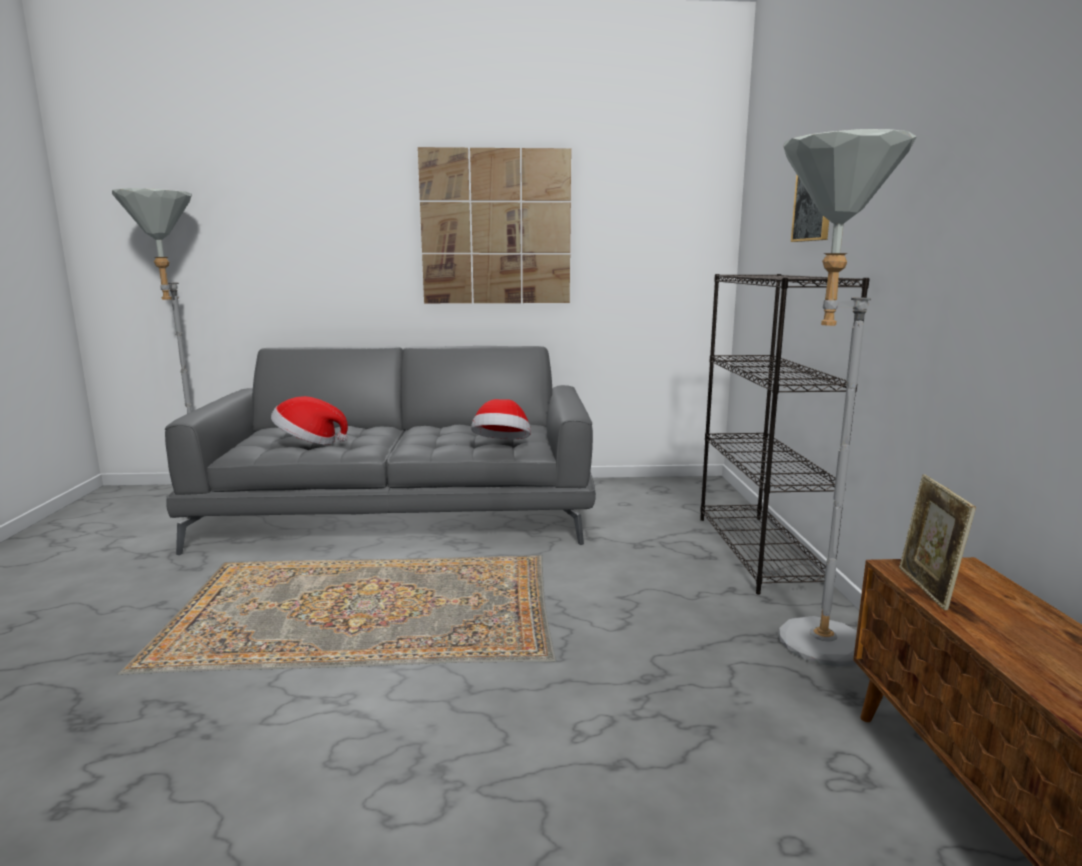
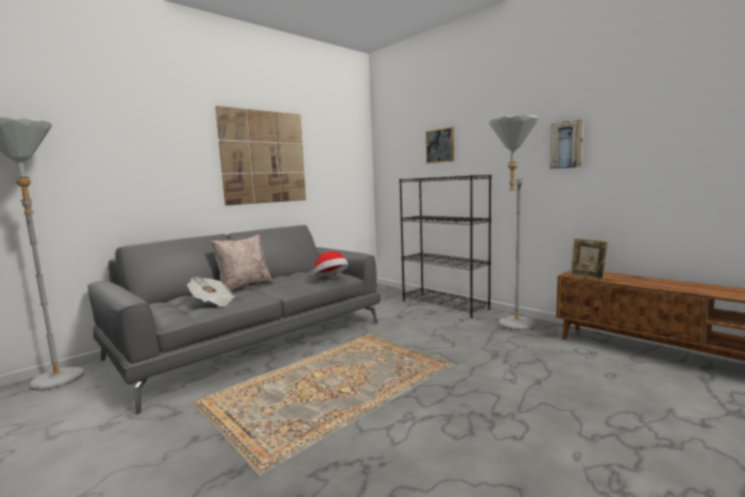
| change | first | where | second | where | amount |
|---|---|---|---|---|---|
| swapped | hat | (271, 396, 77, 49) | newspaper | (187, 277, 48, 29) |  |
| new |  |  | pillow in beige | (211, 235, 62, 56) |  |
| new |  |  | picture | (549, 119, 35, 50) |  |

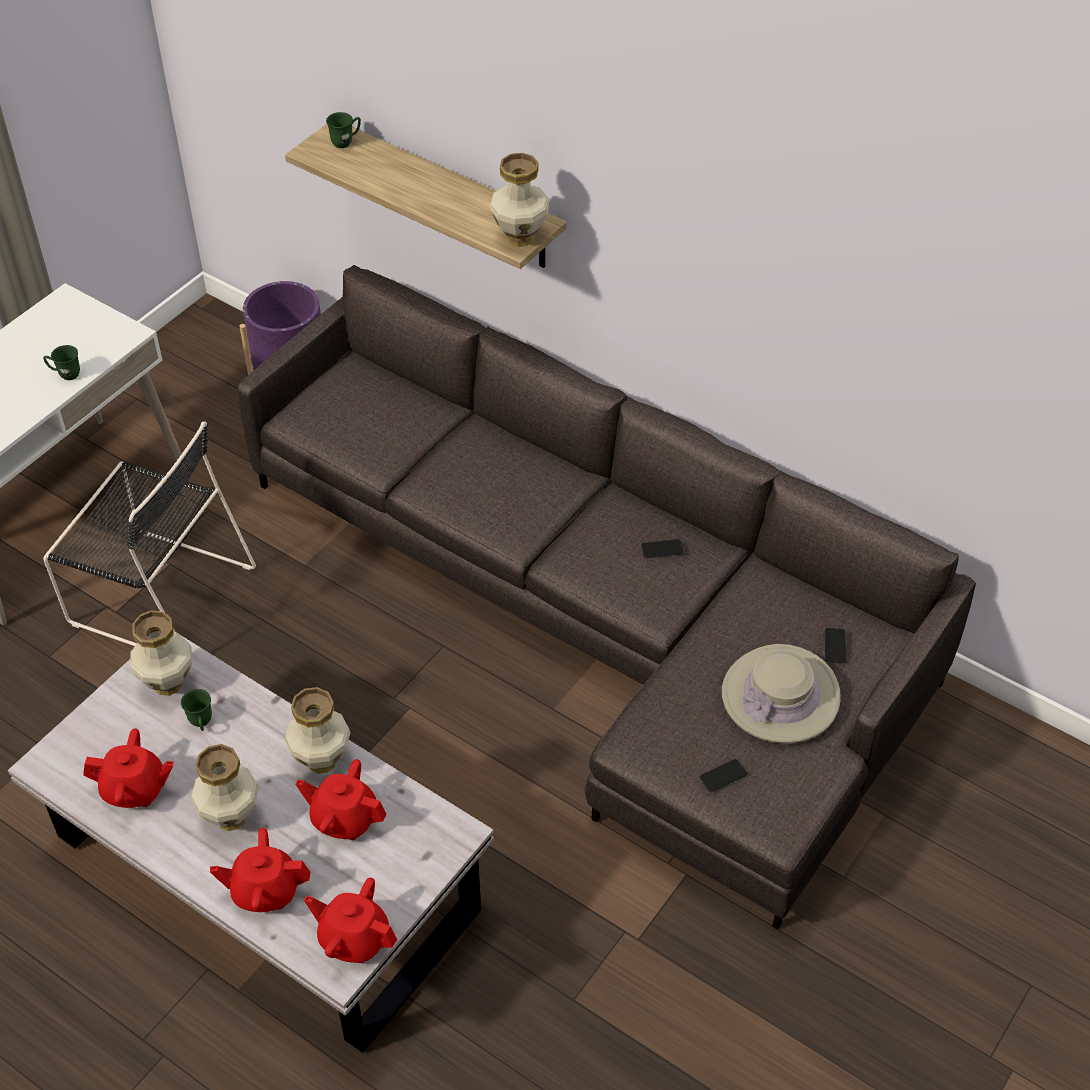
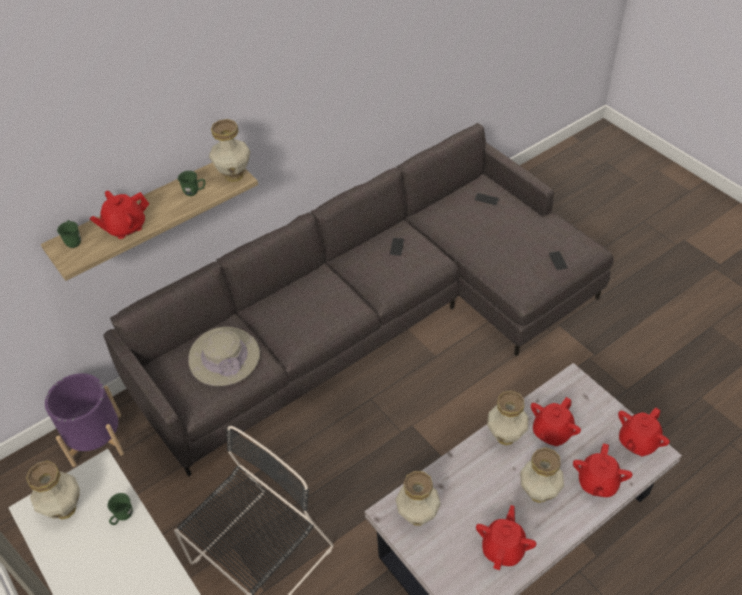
| change | first | where | second | where | amount |
|---|---|---|---|---|---|
| shifted | mug in green | (181, 689, 31, 42) |  | (178, 171, 27, 25) |  |
| shifted | hat in beige | (722, 644, 119, 100) |  | (188, 327, 72, 59) |  |
| new |  |  | vase | (26, 461, 54, 59) |  |
| new |  |  | teapot in red | (89, 191, 60, 48) |  |

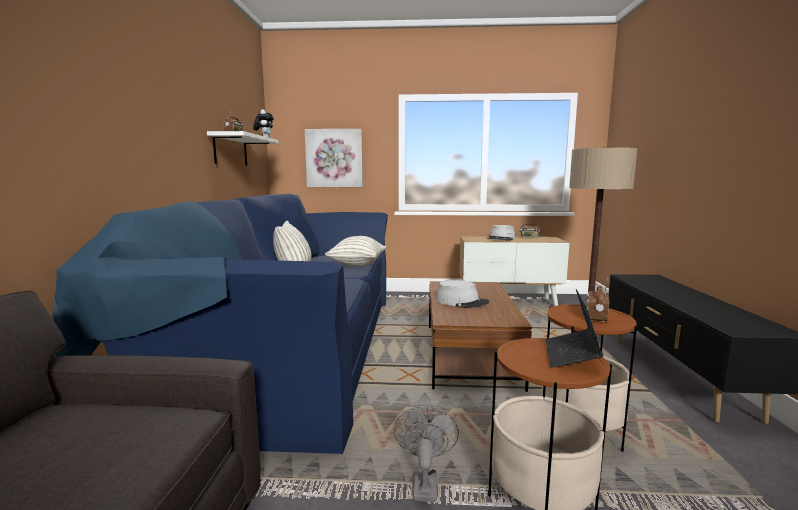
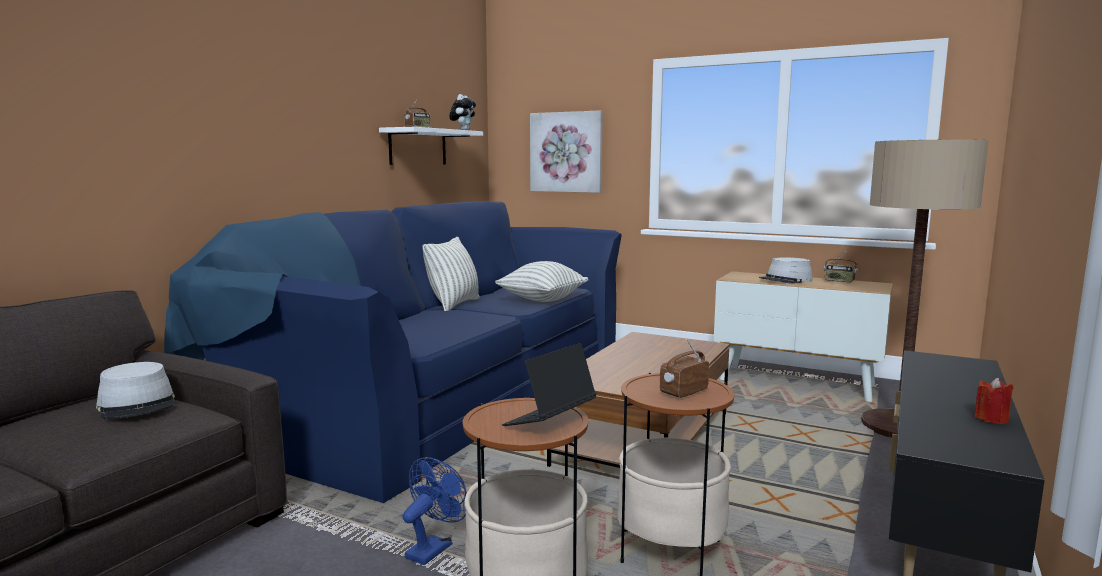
| change | first | where | second | where | amount |
|---|---|---|---|---|---|
| repainted | fan in grey | (394, 406, 65, 96) | fan in blue | (403, 457, 64, 108) |  |
| shifted | hat in grey | (436, 280, 53, 28) |  | (96, 362, 79, 57) |  |
| new |  |  | candle in red | (974, 378, 39, 46) |  |

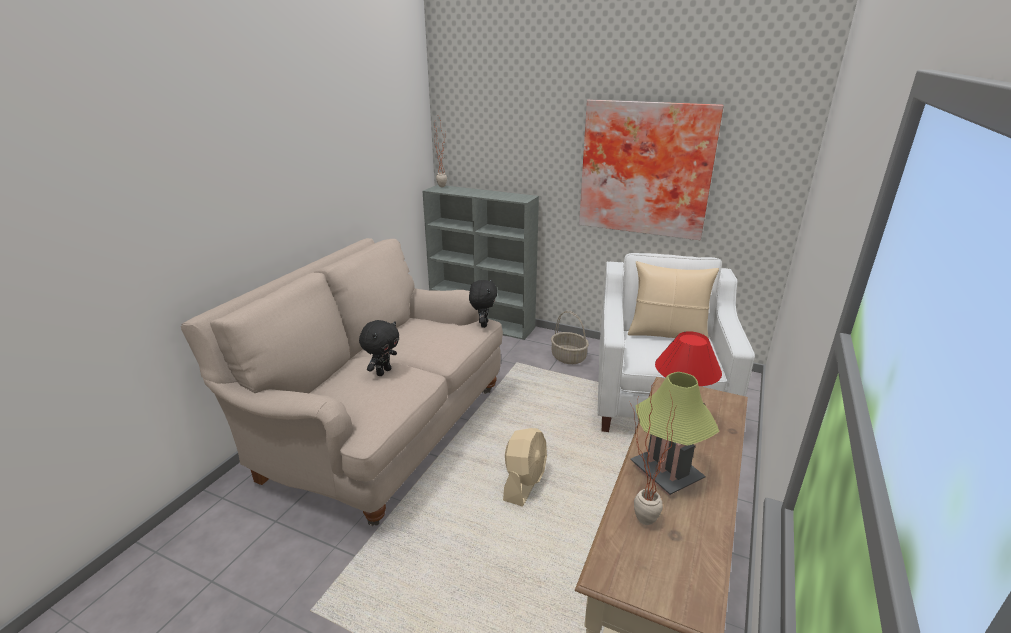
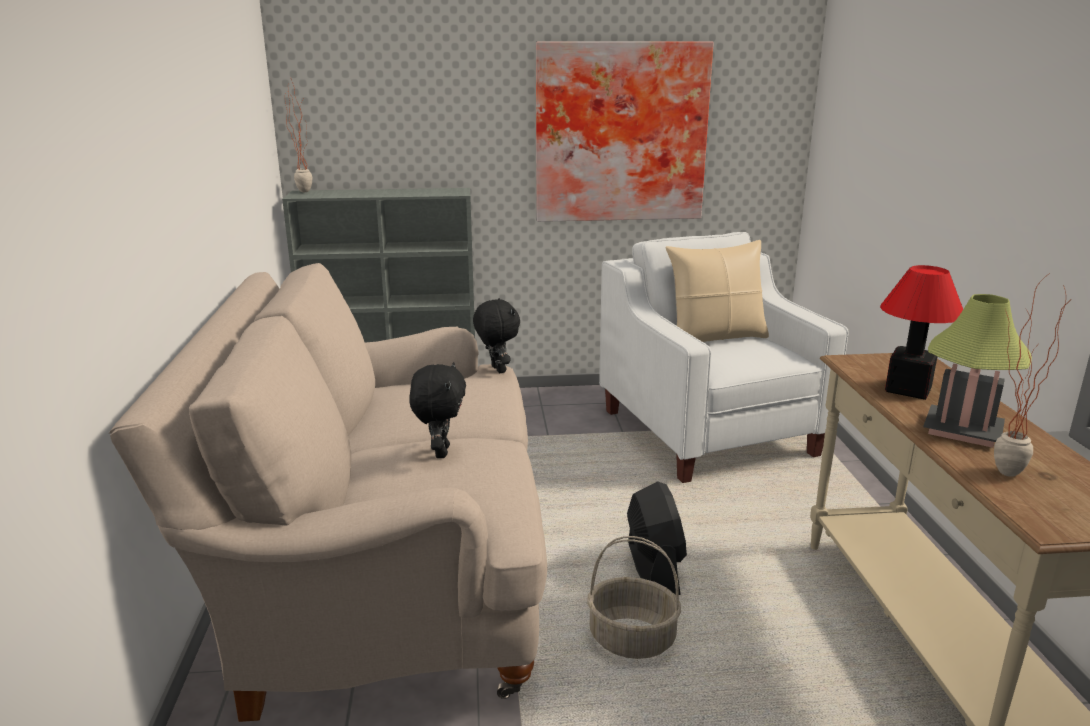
| change | first | where | second | where | amount |
|---|---|---|---|---|---|
| repainted | fan in beige | (503, 428, 44, 79) | fan in black | (627, 481, 60, 114) |  |
| shifted | basket | (551, 311, 38, 53) |  | (587, 536, 94, 123) |  |

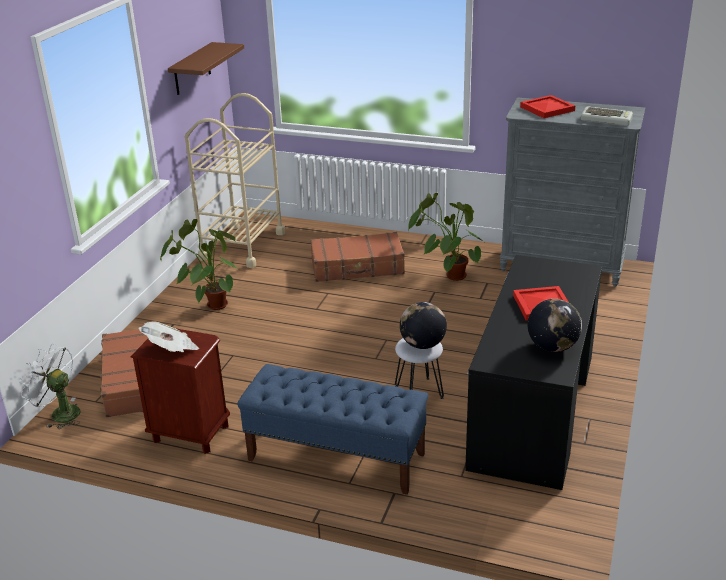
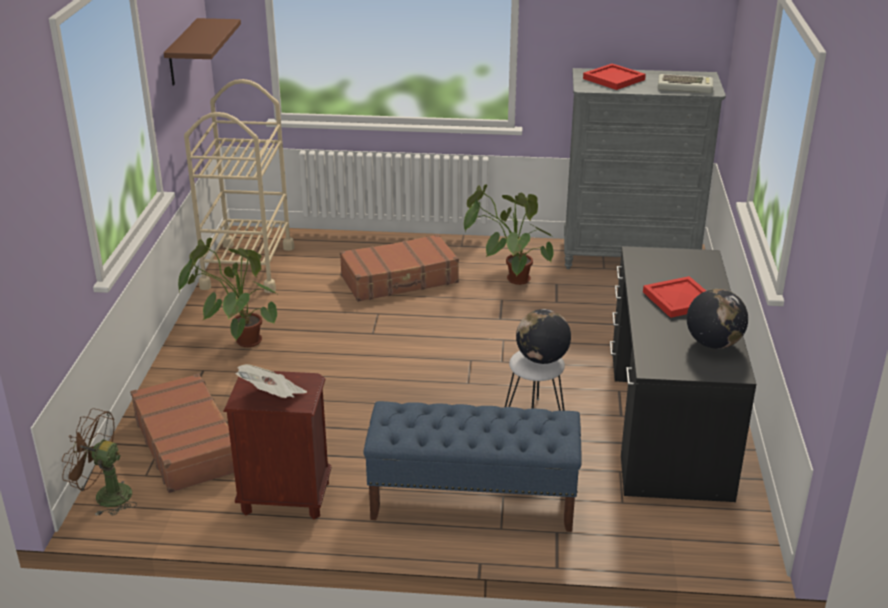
| change | first | where | second | where | amount |
|---|---|---|---|---|---|
| repainted | fan in white | (19, 344, 61, 85) | fan in brown | (62, 408, 75, 108) |  |

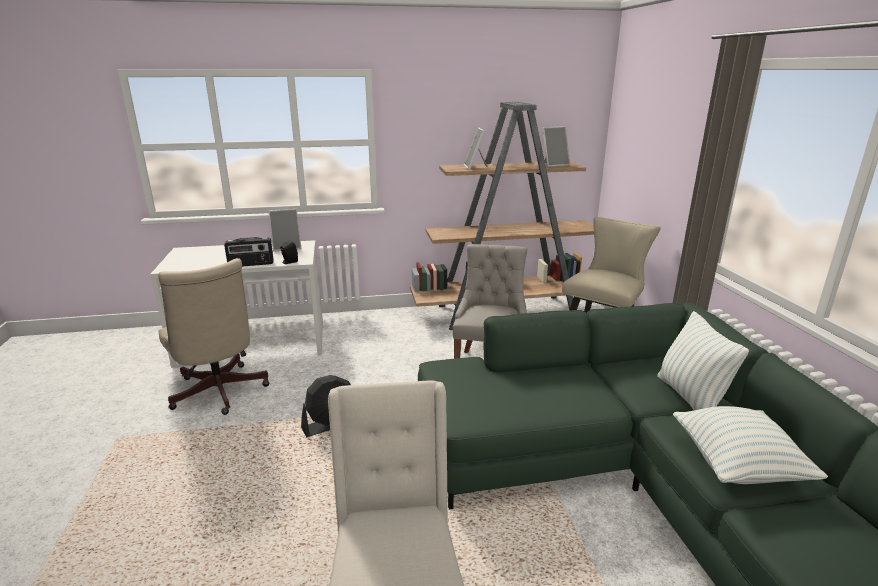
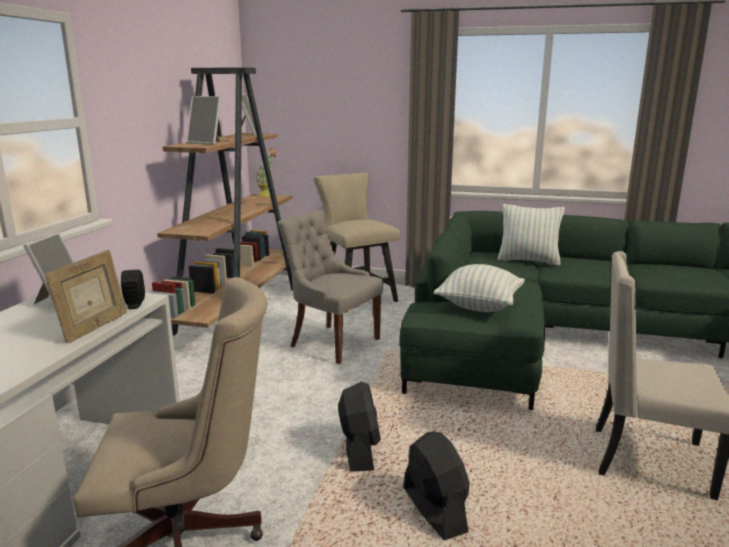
| change | first | where | second | where | amount |
|---|---|---|---|---|---|
| swapped | radio | (224, 237, 50, 30) | picture frame | (45, 250, 82, 93) |  |
| shifted | pillow | (673, 406, 155, 78) |  | (434, 264, 91, 48) |  |
| new |  |  | potted plant | (256, 148, 21, 49) |  |
| new |  |  | fan in black | (403, 431, 67, 109) |  |

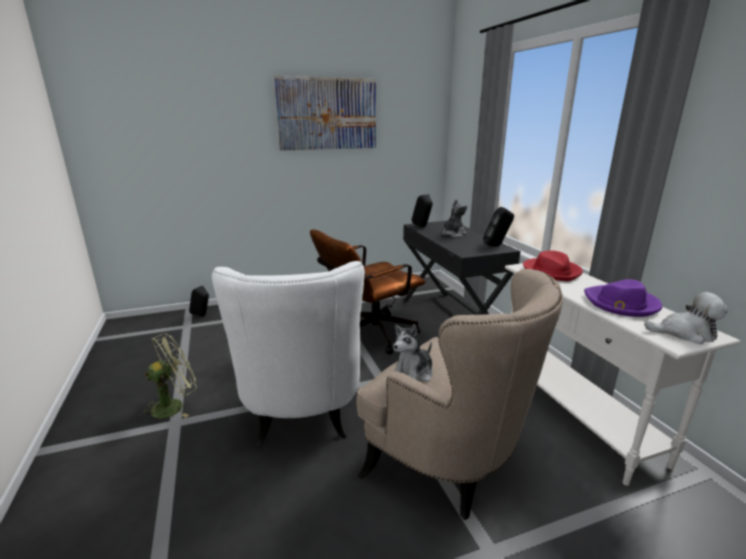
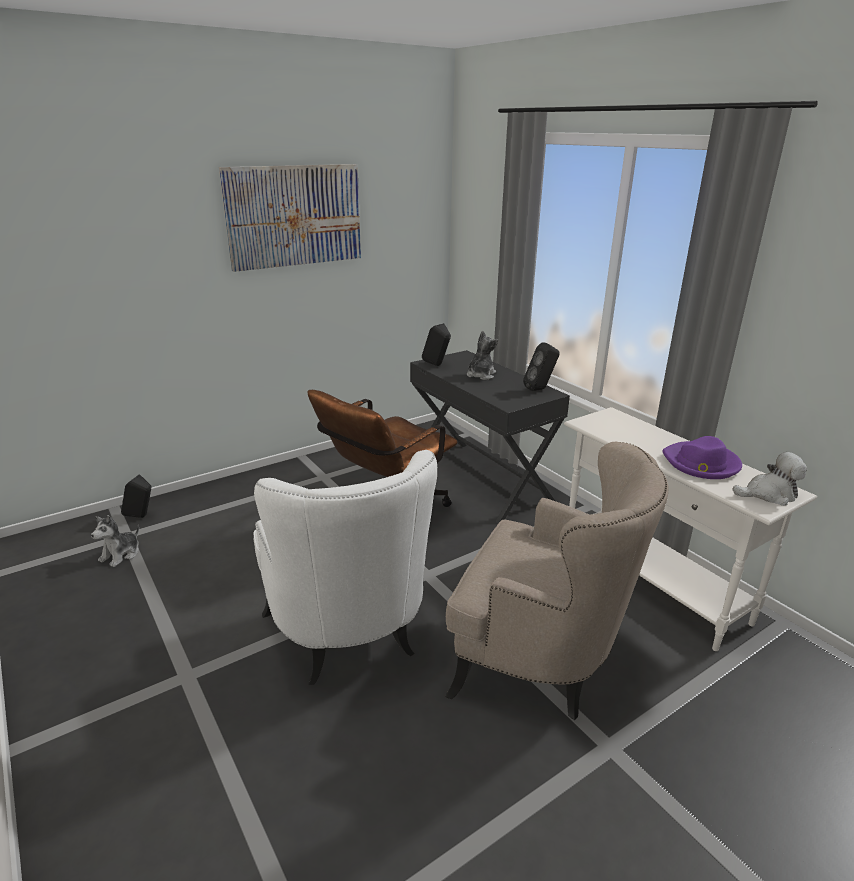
| change | first | where | second | where | amount |
|---|---|---|---|---|---|
| gone | fan in green | (140, 333, 57, 85) |  |  |  |
| shifted | plush toy | (393, 324, 40, 58) |  | (91, 515, 48, 52) |  |
| gone | hat in red | (523, 251, 60, 30) |  |  |  |

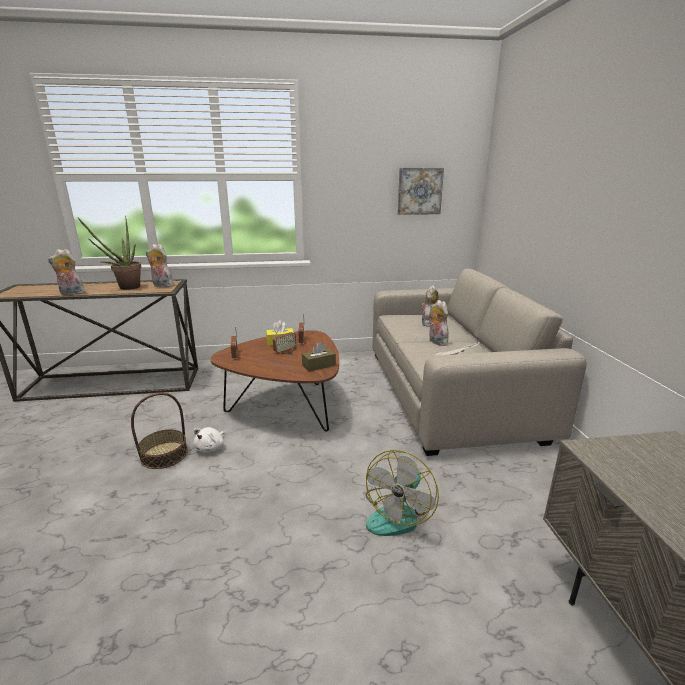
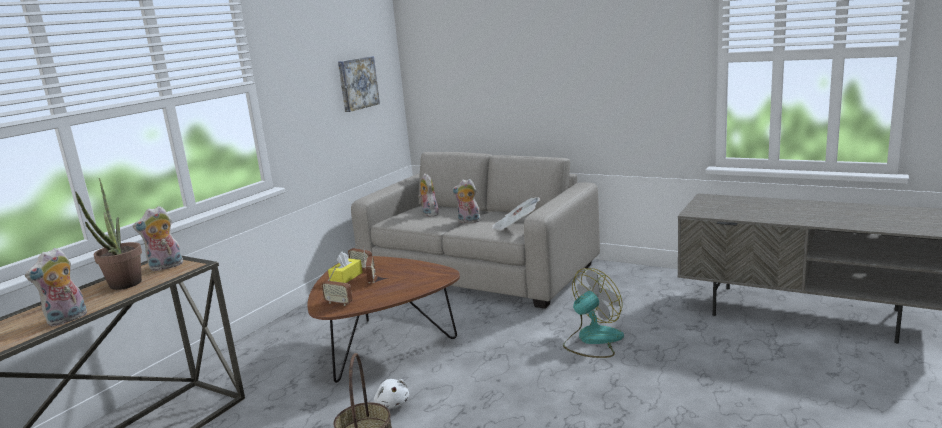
| change | first | where | second | where | amount |
|---|---|---|---|---|---|
| gone | tissue box in brown | (302, 342, 34, 29) |  |  |  |
| rotated | fan | (366, 450, 73, 86) |  | (563, 268, 61, 90) | 105 degrees counterclockwise |

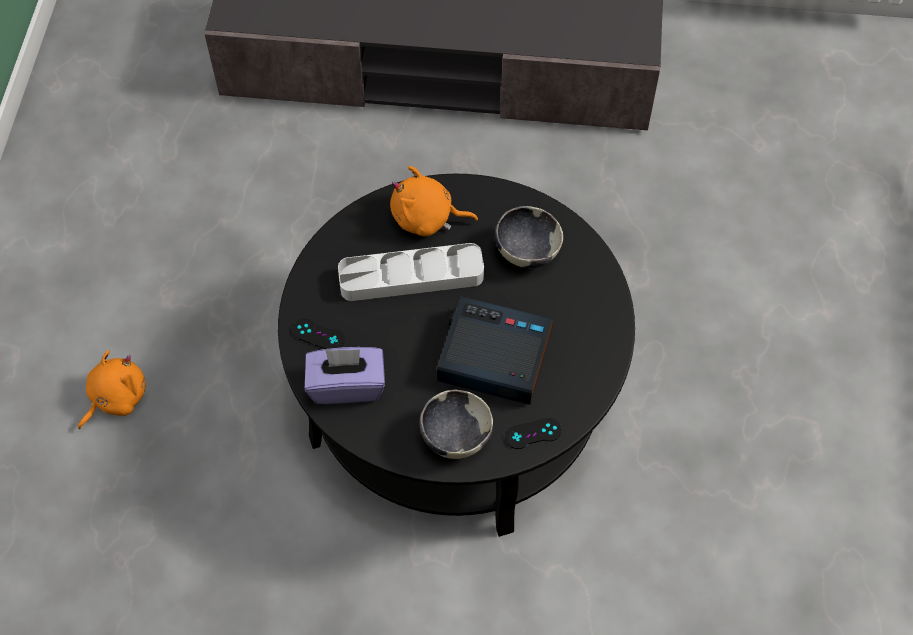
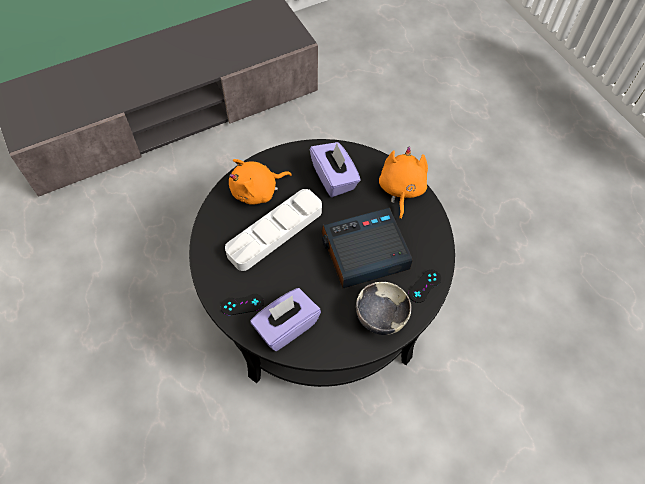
| change | first | where | second | where | amount |
|---|---|---|---|---|---|
| shifted | plush toy in orange | (78, 350, 68, 79) |  | (379, 147, 49, 72) |  |
| swapped | bowl | (495, 206, 68, 63) | tissue box in purple | (310, 142, 51, 55) |  |

